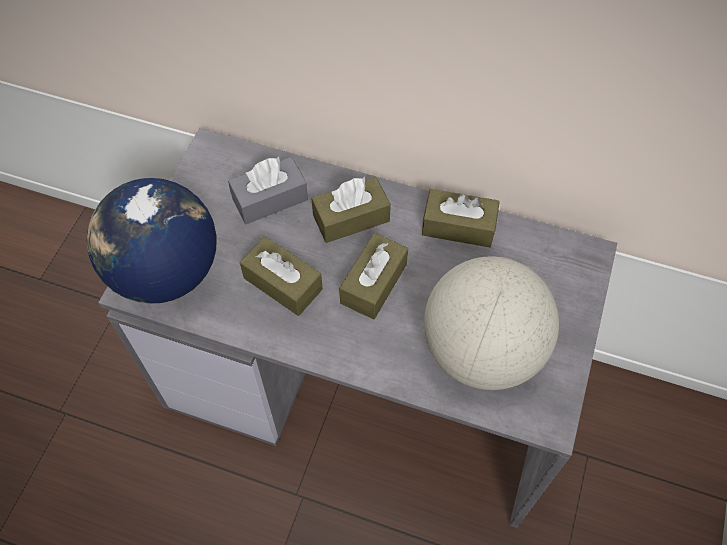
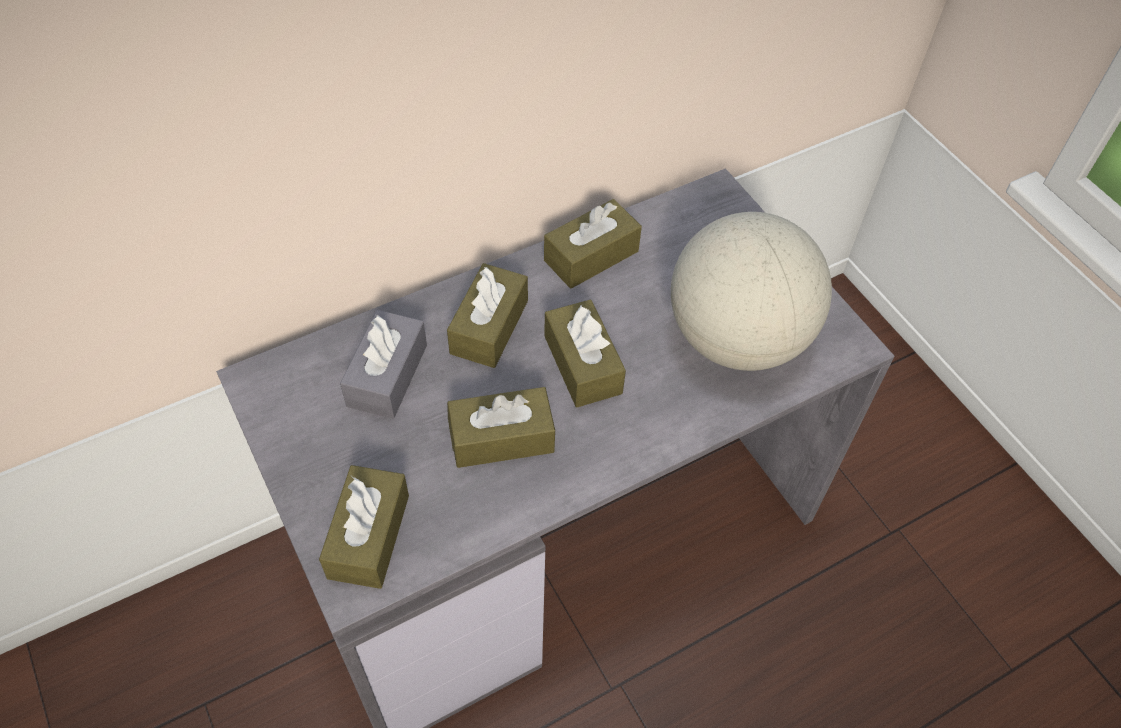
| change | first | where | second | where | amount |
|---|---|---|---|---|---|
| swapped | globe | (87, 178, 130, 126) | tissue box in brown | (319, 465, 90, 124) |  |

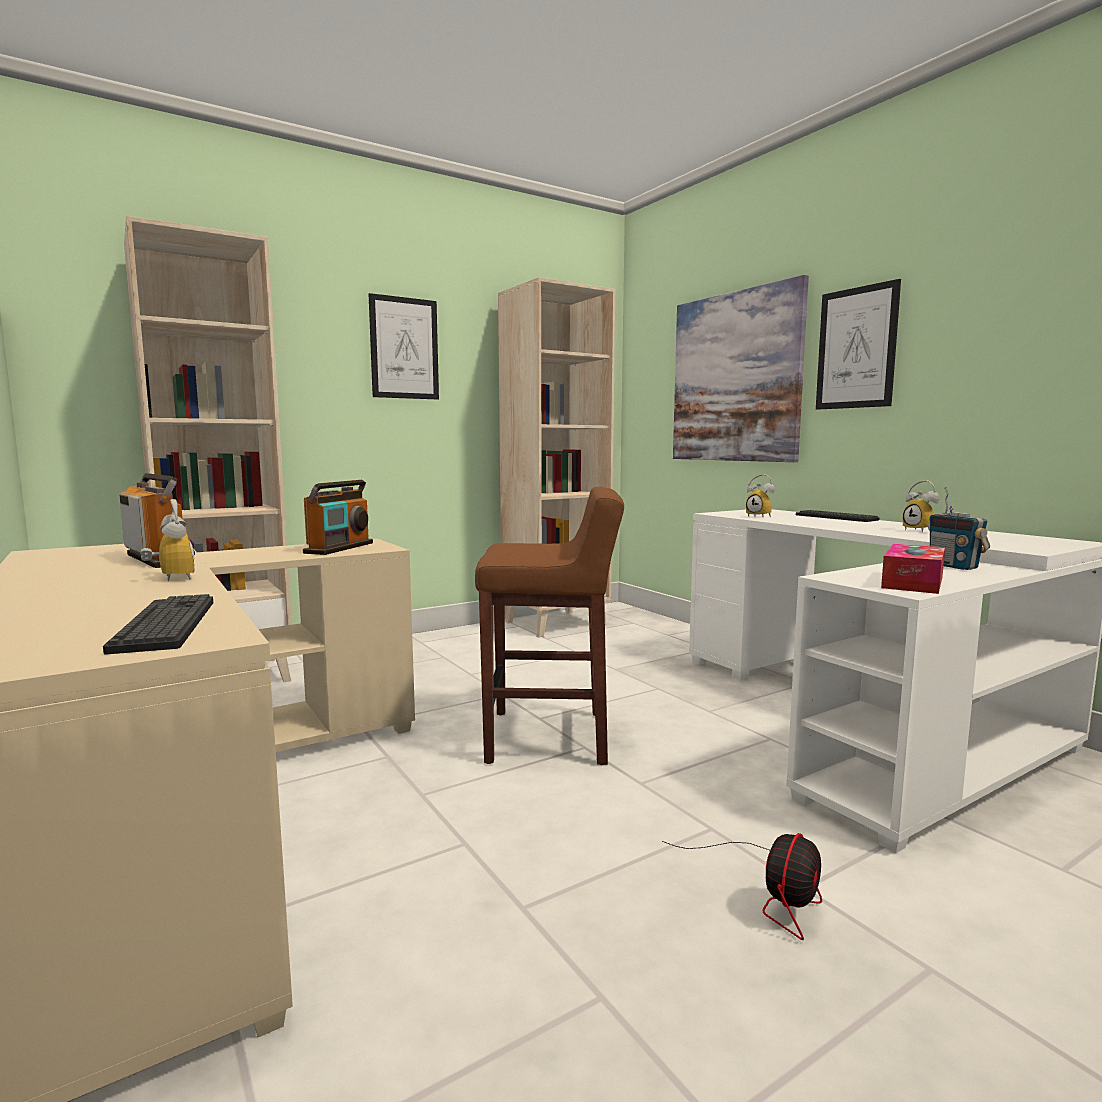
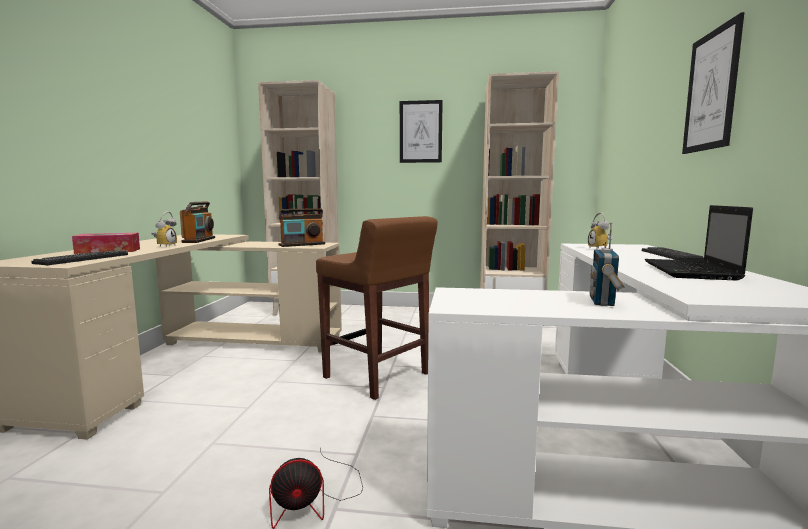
| change | first | where | second | where | amount |
|---|---|---|---|---|---|
| gone | picture | (673, 275, 136, 187) |  |  |  |
| shifted | tissue box | (881, 544, 64, 50) |  | (72, 233, 68, 21) |  |
| swapped | alarm clock | (903, 480, 36, 52) | laptop | (645, 205, 108, 75) |  |

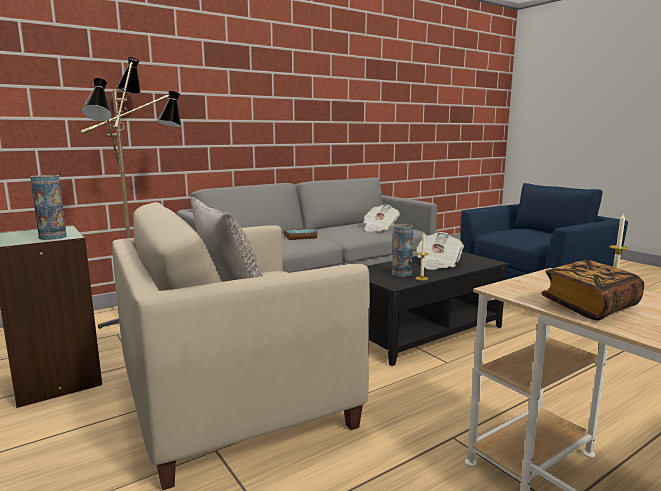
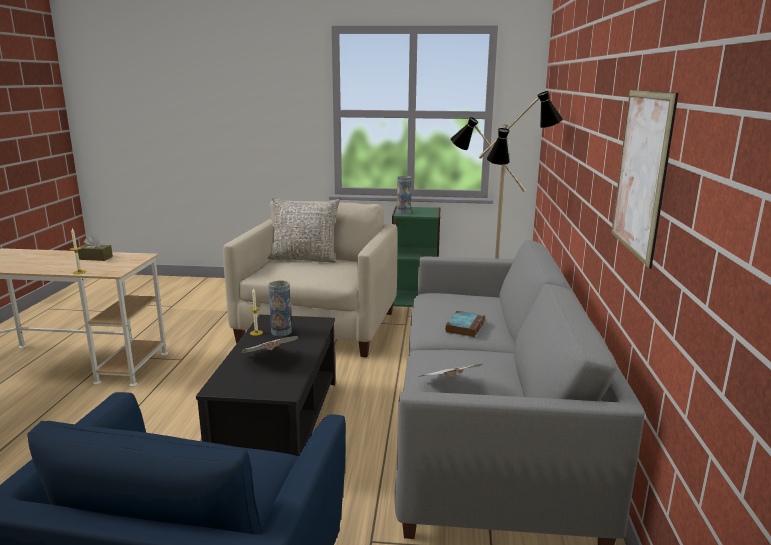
| change | first | where | second | where | amount |
|---|---|---|---|---|---|
| swapped | book | (541, 260, 103, 60) | tissue box in brown | (78, 235, 35, 26) |  |
| new |  |  | picture | (612, 90, 66, 179) |  |

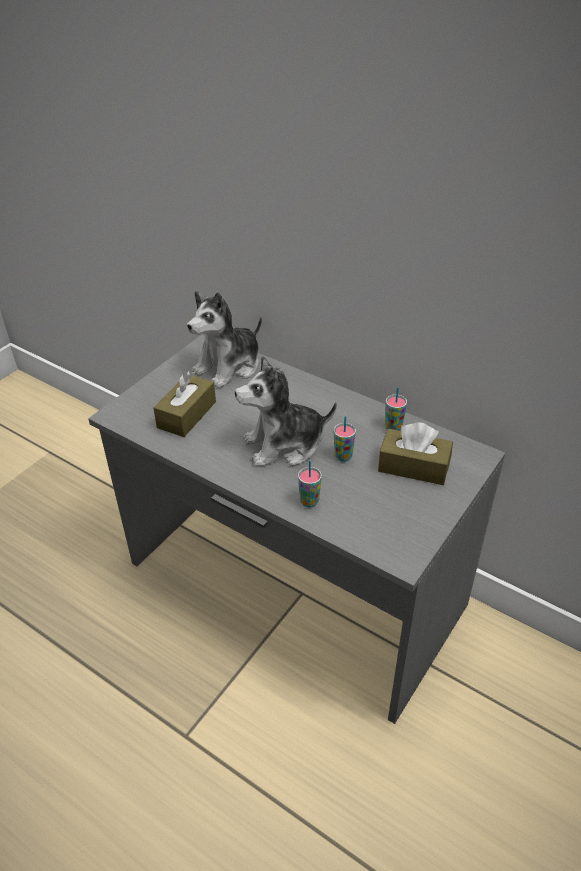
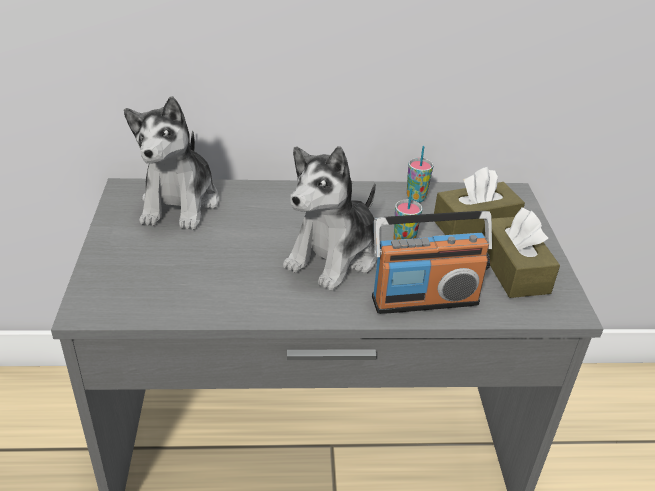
| change | first | where | second | where | amount |
|---|---|---|---|---|---|
| shifted | tissue box in brown | (153, 371, 63, 66) |  | (482, 207, 78, 91) |  |
| swapped | cup | (298, 461, 24, 47) | radio | (372, 211, 120, 103) |  |

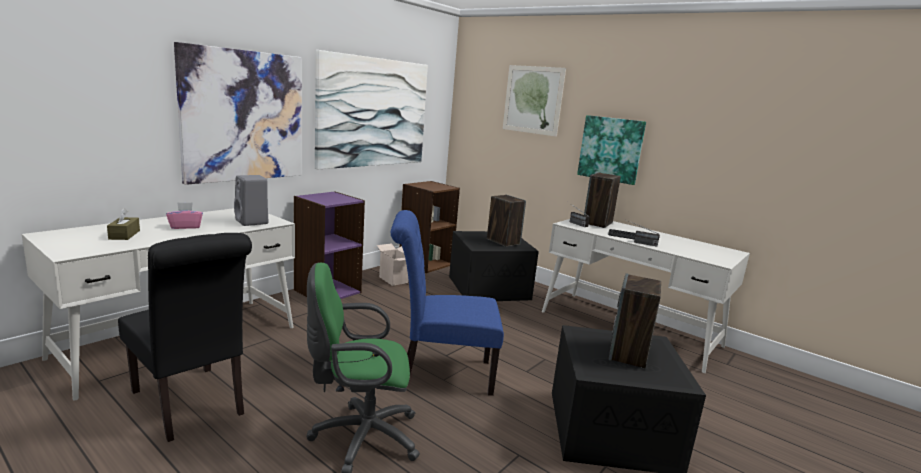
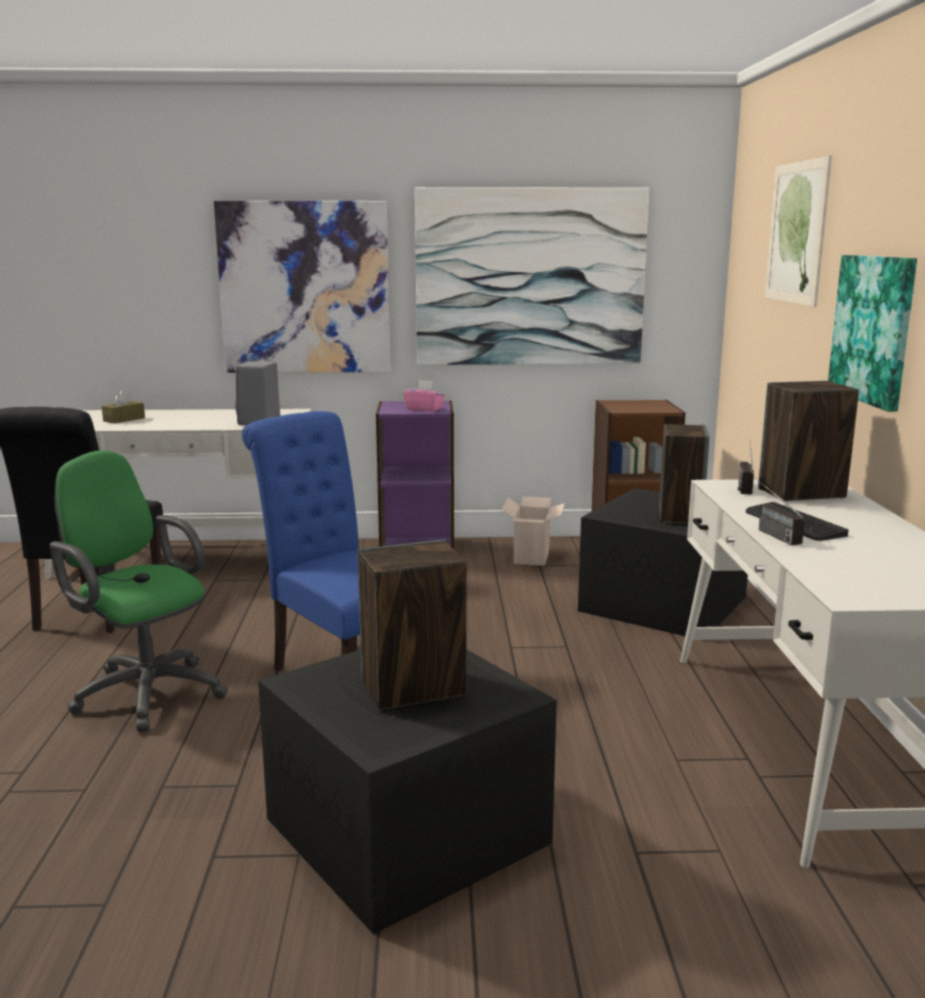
| change | first | where | second | where | amount |
|---|---|---|---|---|---|
| shifted | tissue box in pink | (166, 202, 37, 27) |  | (403, 380, 42, 32) |  |

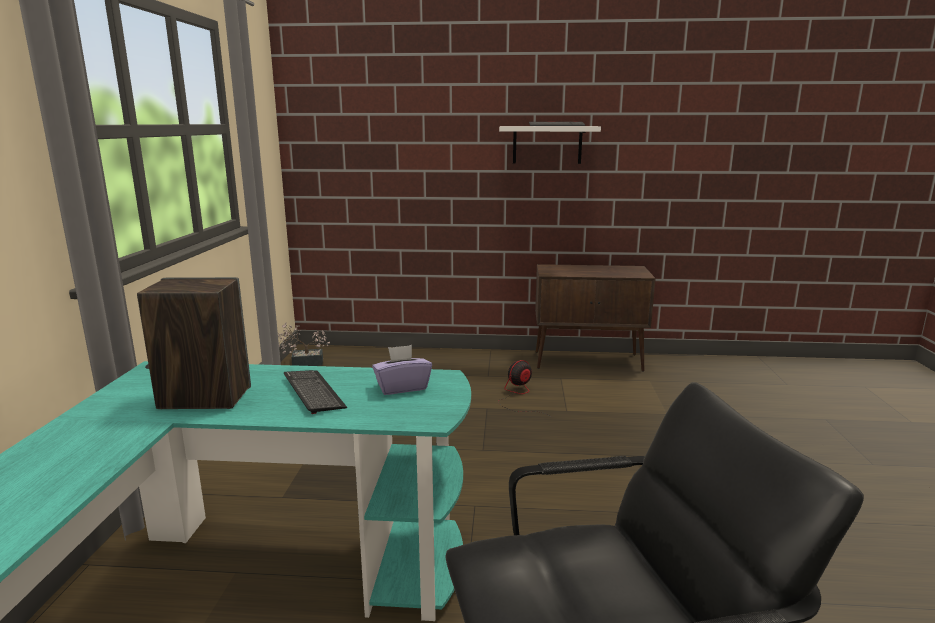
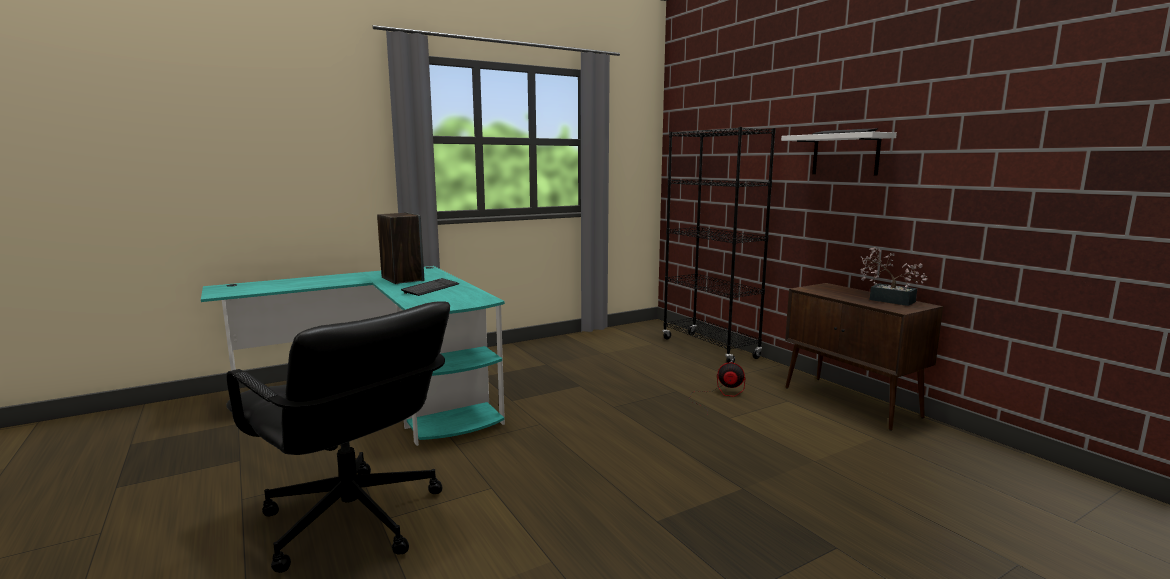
| change | first | where | second | where | amount |
|---|---|---|---|---|---|
| shifted | potted plant | (278, 323, 52, 43) |  | (860, 247, 67, 59) |  |
| gone | tissue box in purple | (372, 345, 60, 50) |  |  |  |
| new |  |  | bookcase in black | (663, 127, 113, 236) |  |

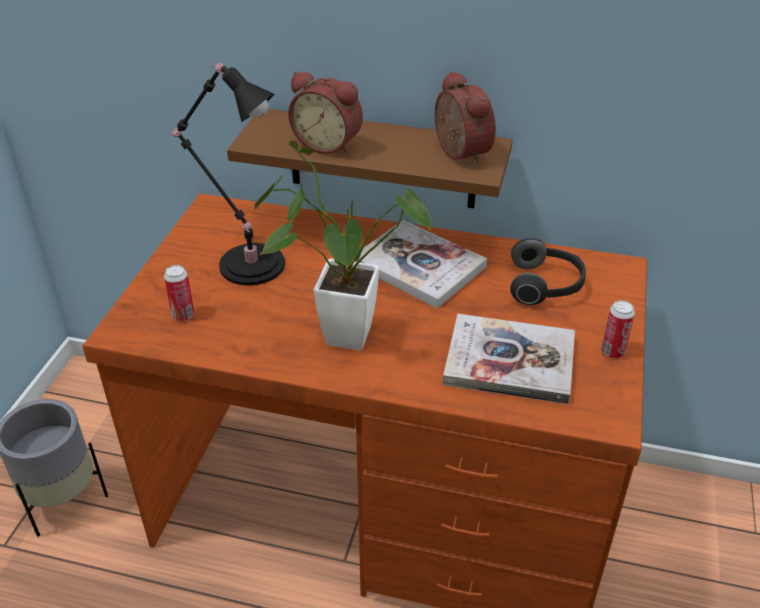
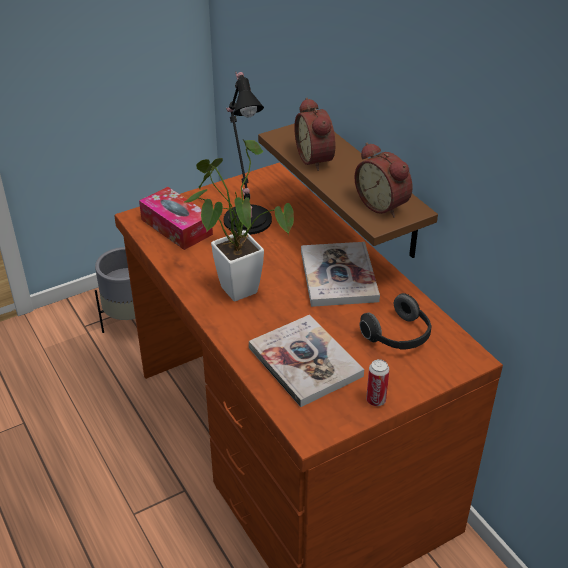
| change | first | where | second | where | amount |
|---|---|---|---|---|---|
| swapped | can | (164, 265, 30, 56) | tissue box | (139, 187, 74, 63) |  |
| rotated | alarm clock | (435, 71, 61, 94) |  | (354, 143, 59, 74) | 120 degrees clockwise |

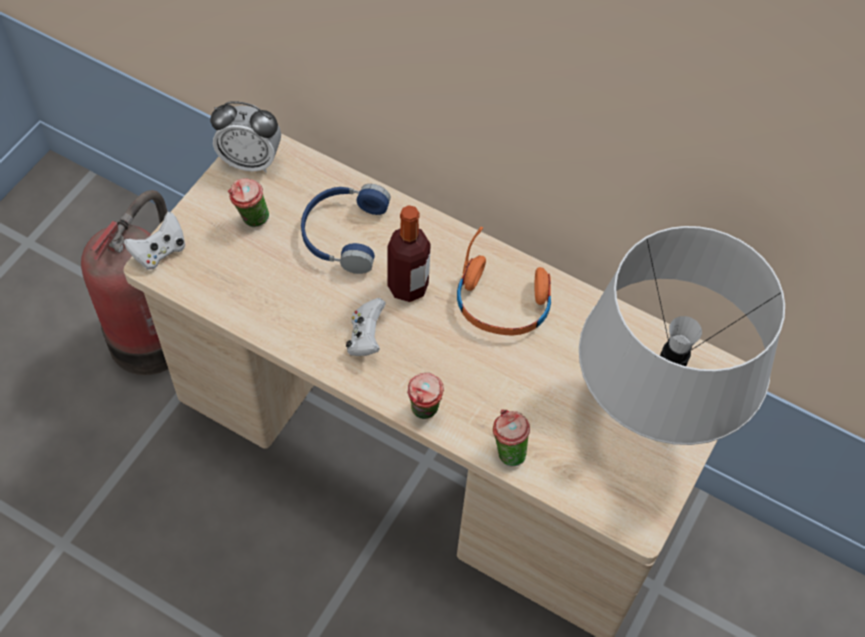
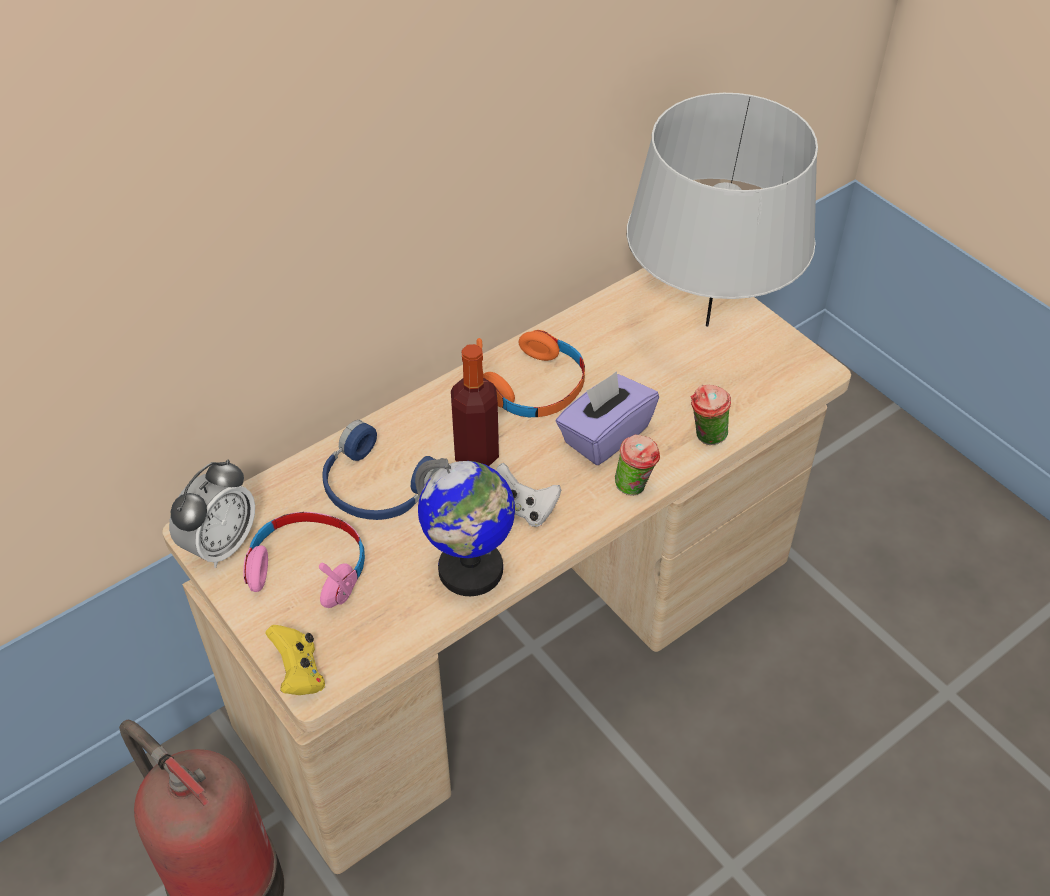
| change | first | where | second | where | amount |
|---|---|---|---|---|---|
| repainted | game controller in white | (124, 212, 62, 58) | game controller in yellow | (265, 625, 60, 70) |  |
| swapped | cup | (228, 178, 41, 49) | headphones in pink | (243, 512, 122, 96) |  |
| new |  |  | globe | (415, 458, 100, 138) |  |
| new |  |  | tissue box in purple | (556, 371, 103, 94) |  |

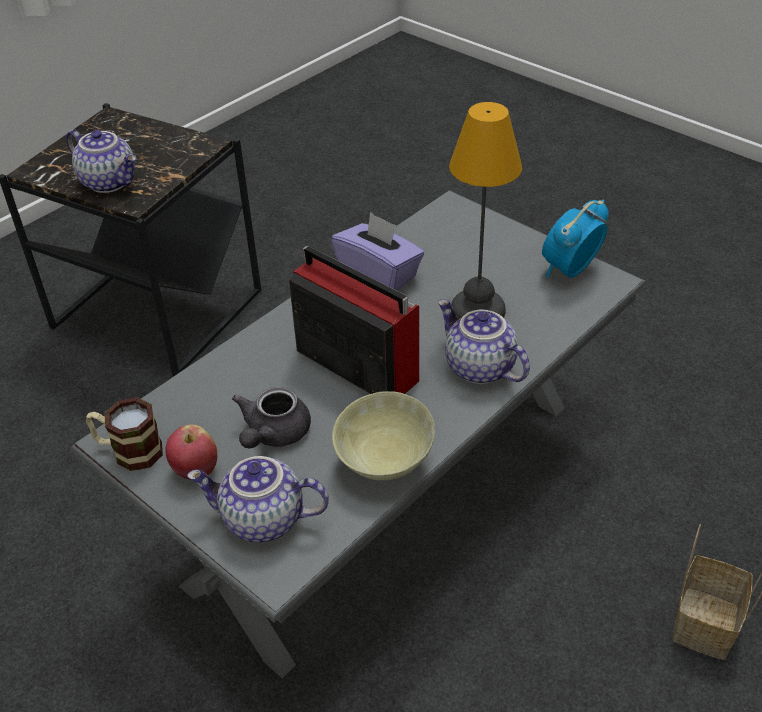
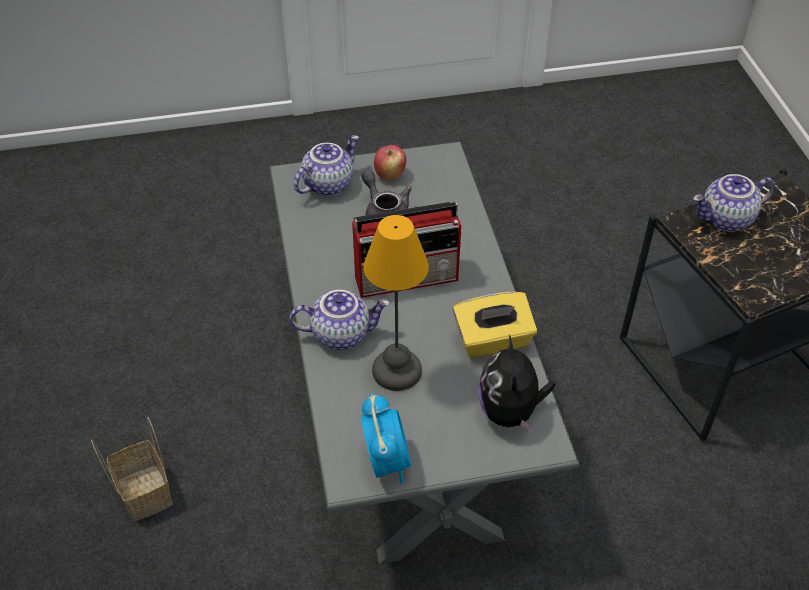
| change | first | where | second | where | amount |
|---|---|---|---|---|---|
| gone | mug | (86, 397, 77, 74) |  |  |  |
| repainted | tissue box in purple | (331, 212, 93, 79) | tissue box in yellow | (453, 291, 84, 67) |  |
| gone | bowl in beige | (332, 391, 103, 90) |  |  |  |
| new |  |  | plush toy | (478, 335, 77, 98) |  |

